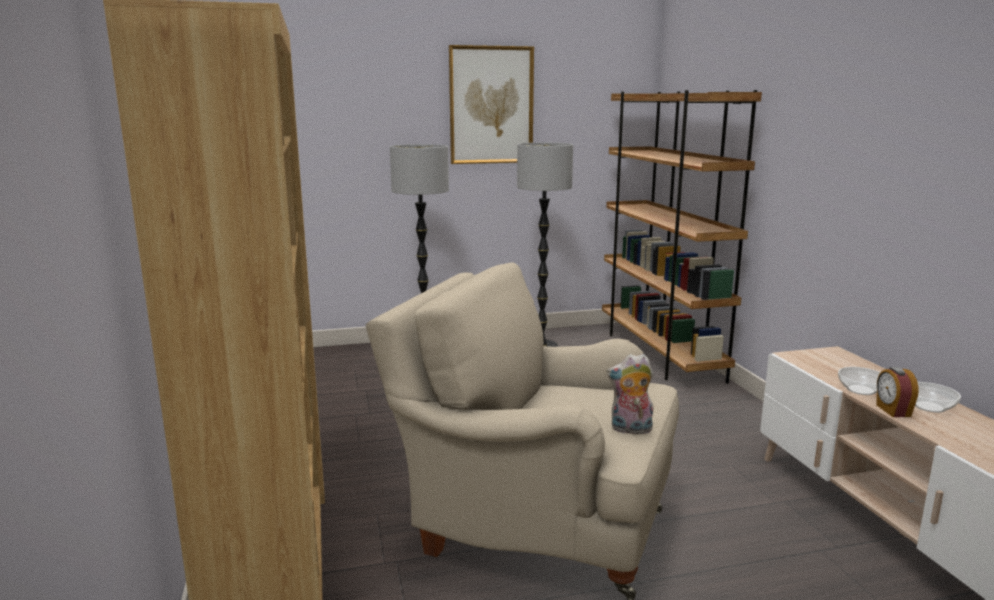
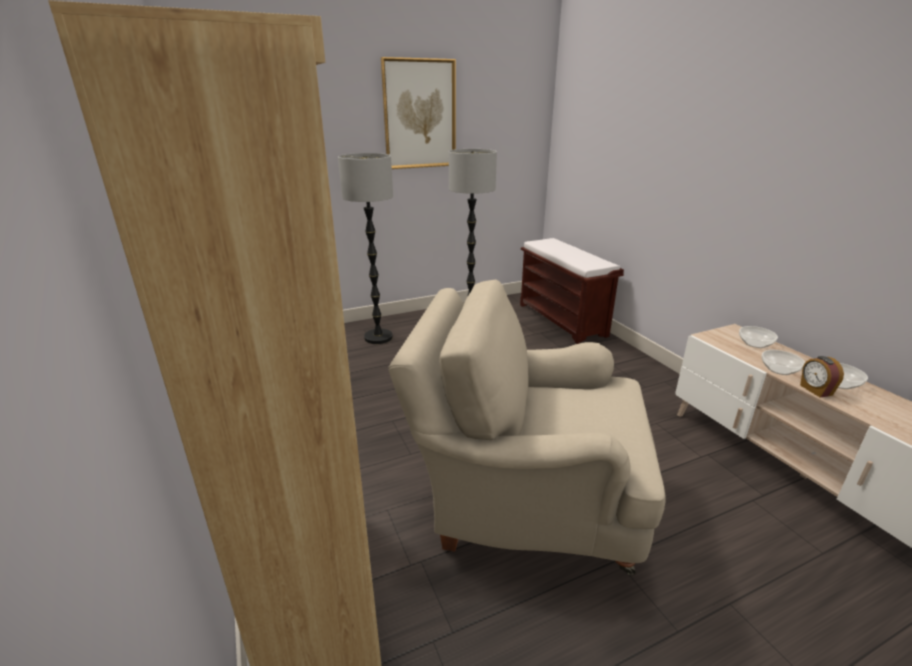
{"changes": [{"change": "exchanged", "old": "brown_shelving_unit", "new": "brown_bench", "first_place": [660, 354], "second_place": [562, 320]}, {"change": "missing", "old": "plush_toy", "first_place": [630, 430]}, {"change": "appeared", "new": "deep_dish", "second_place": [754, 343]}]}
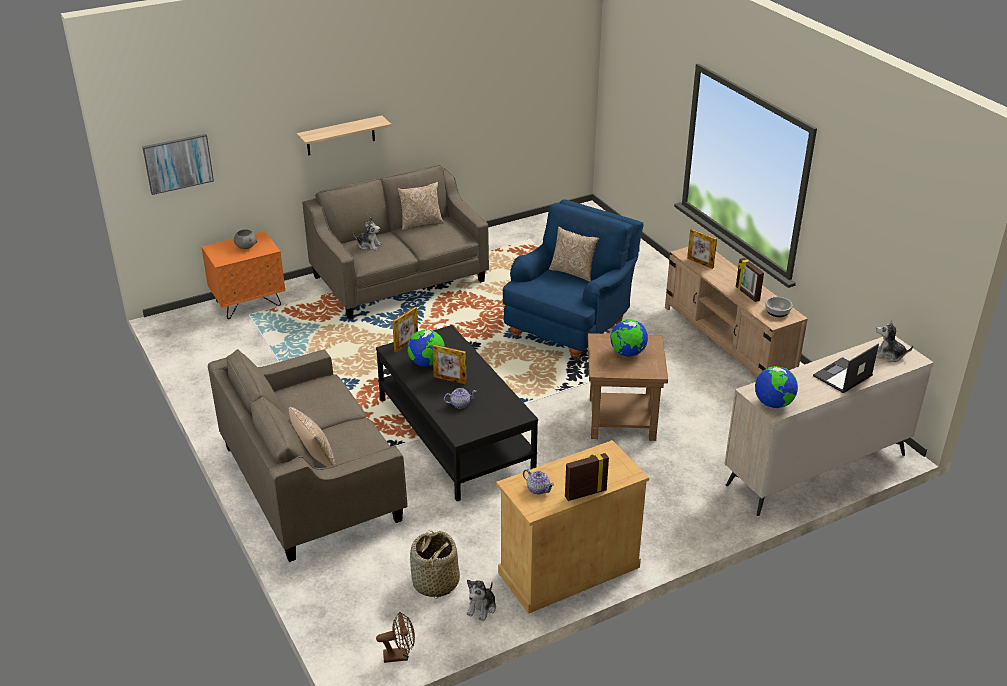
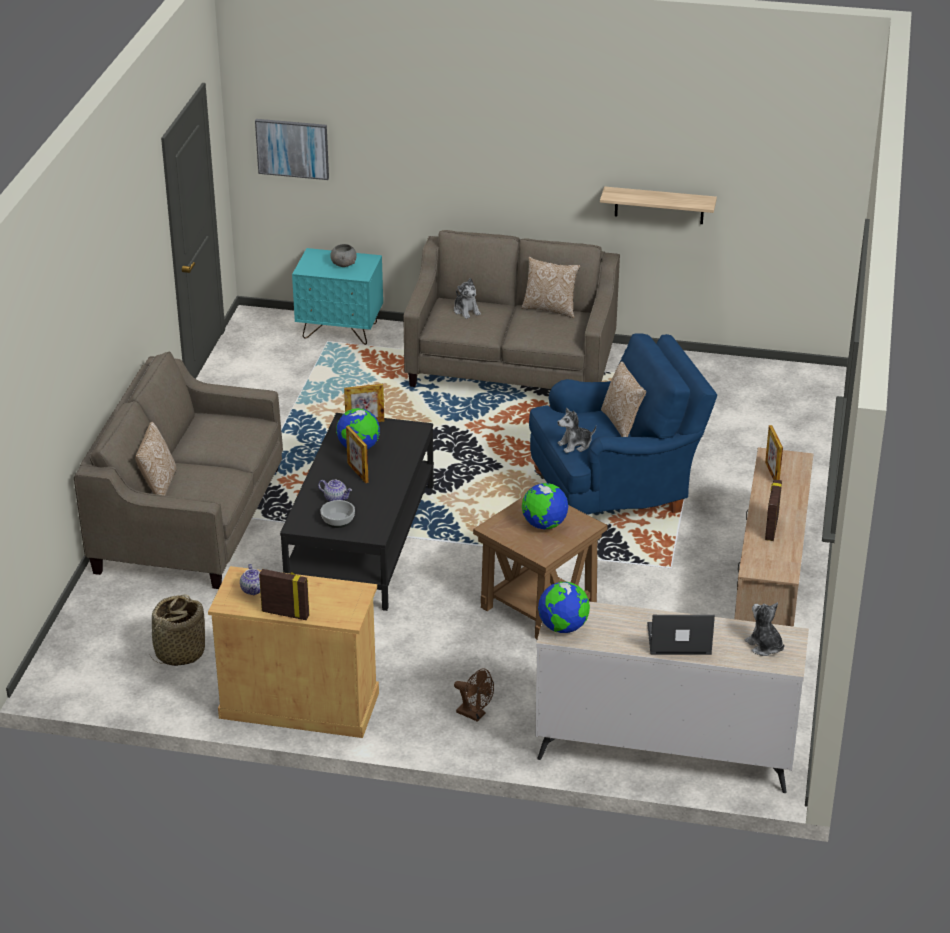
{"changes": [{"change": "relocated", "old": "wall_shelf", "first_place": [340, 136], "second_place": [659, 205]}, {"change": "colour", "old": "orangey_night_table", "new": "turquoise_night_table", "first_place": [248, 303], "second_place": [340, 331]}, {"change": "relocated", "old": "deep_dish", "first_place": [777, 312], "second_place": [337, 520]}, {"change": "relocated", "old": "plush_toy", "first_place": [482, 608], "second_place": [575, 445]}, {"change": "relocated", "old": "brown_fan", "first_place": [400, 655], "second_place": [475, 714]}]}
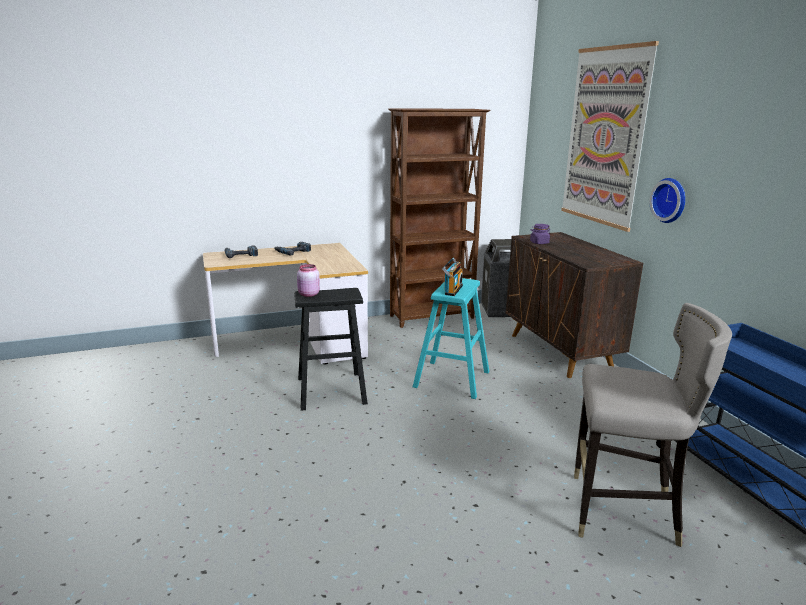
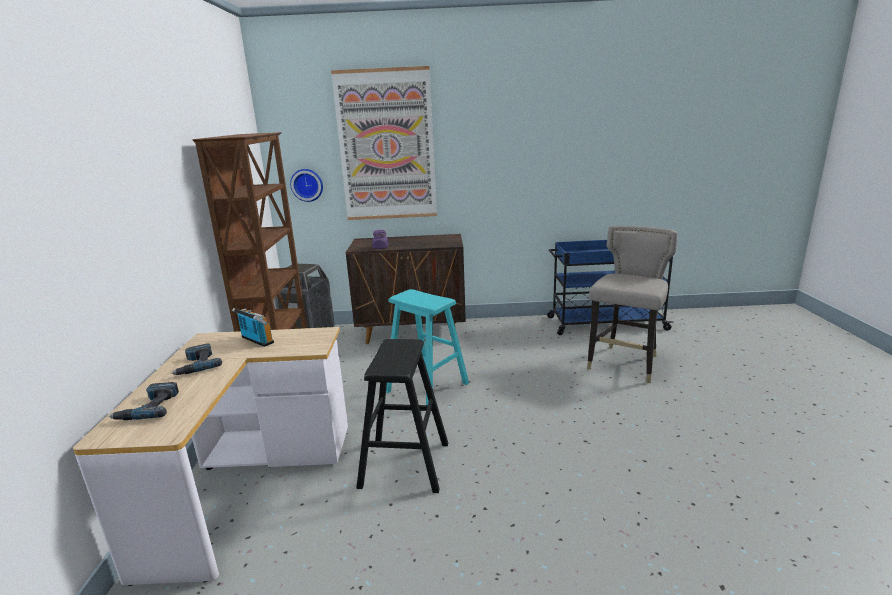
{"changes": [{"change": "relocated", "old": "clock_on_the_wall", "first_place": [670, 200], "second_place": [307, 185]}, {"change": "relocated", "old": "radio_receiver", "first_place": [452, 290], "second_place": [255, 341]}, {"change": "missing", "old": "pinkish_preserve_jar", "first_place": [308, 294]}]}
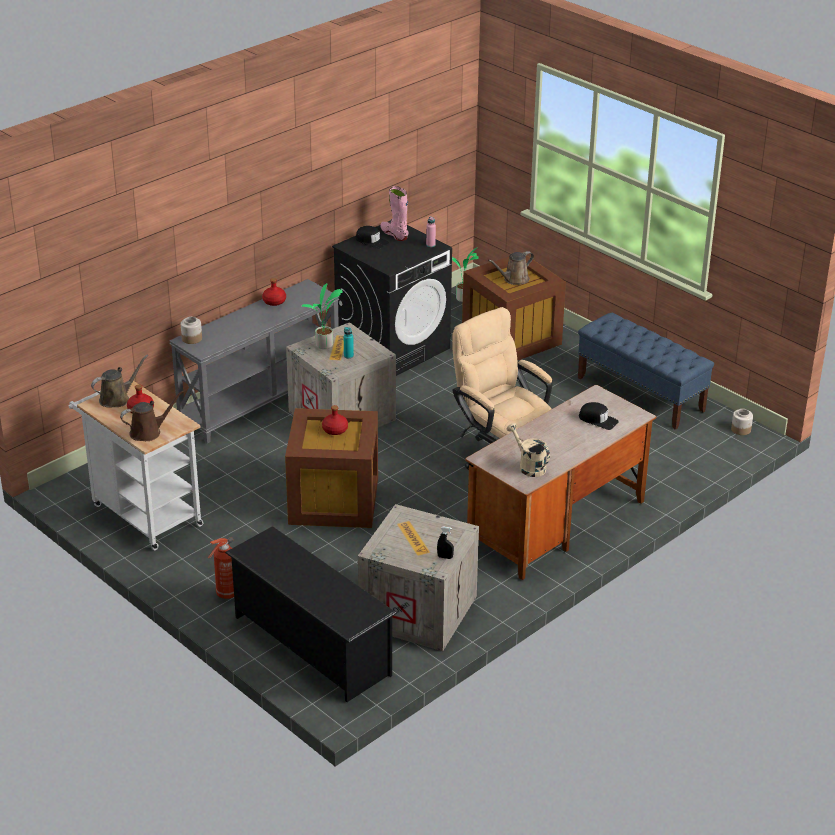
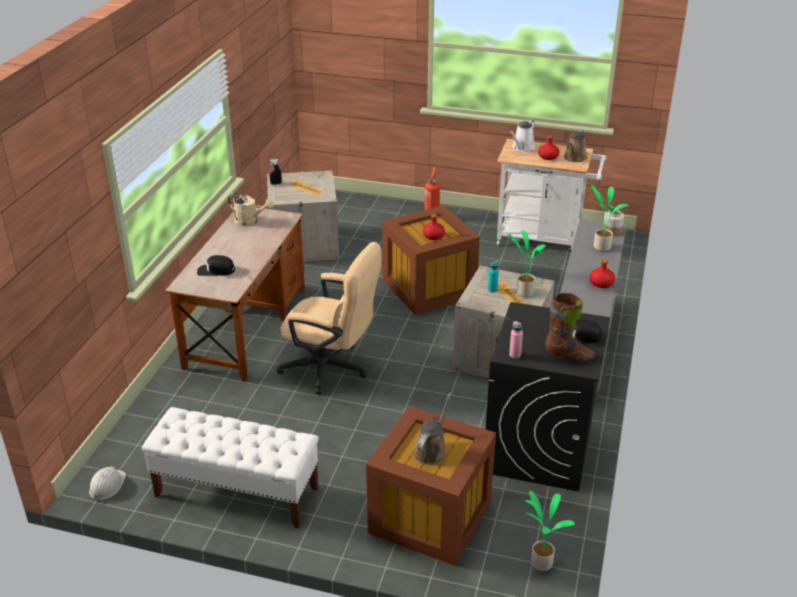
{"changes": [{"change": "colour", "old": "pinkish_boot", "new": "brown_boot", "first_place": [394, 234], "second_place": [569, 355]}, {"change": "colour", "old": "bluish_bench", "new": "white-coloured_bench", "first_place": [641, 394], "second_place": [236, 492]}, {"change": "colour", "old": "brown_watering_can", "new": "white-coloured_watering_can", "first_place": [148, 432], "second_place": [522, 147]}, {"change": "exchanged", "old": "preserve_jar", "new": "white-coloured_hard_hat", "first_place": [741, 430], "second_place": [107, 486]}, {"change": "missing", "old": "black_shoe_shelf", "first_place": [311, 645]}, {"change": "appeared", "new": "potted_plant", "second_place": [601, 246]}]}
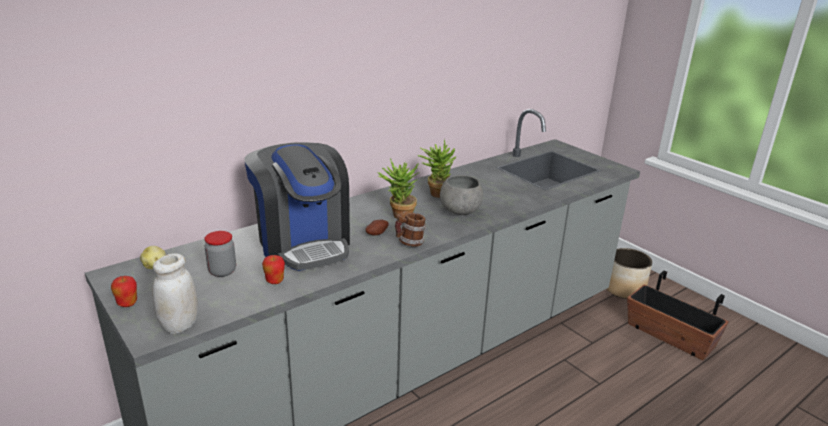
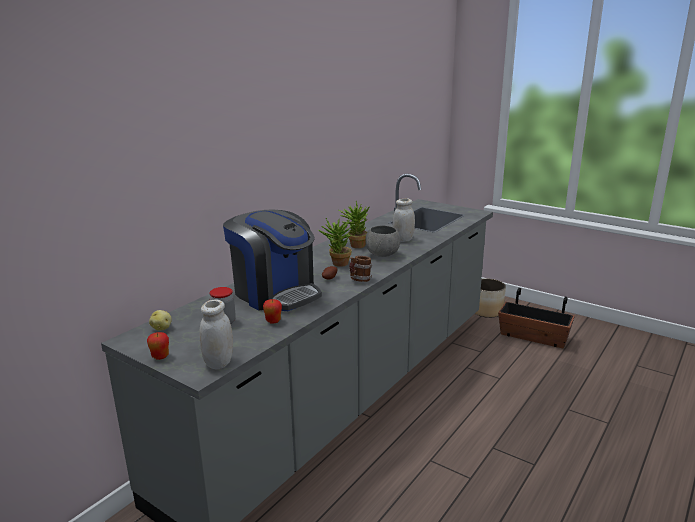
{"changes": [{"change": "appeared", "new": "white-coloured_preserve_jar", "second_place": [403, 240]}]}
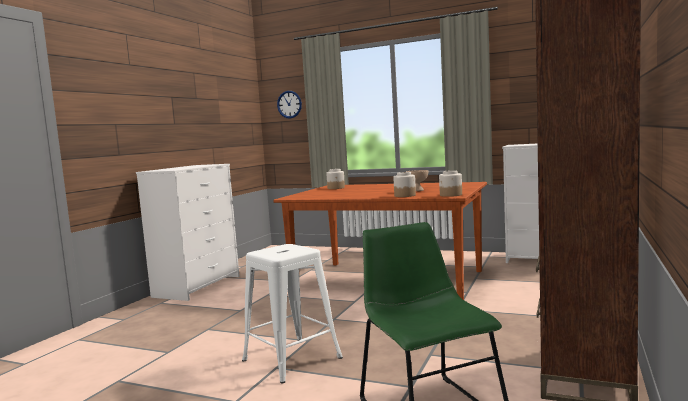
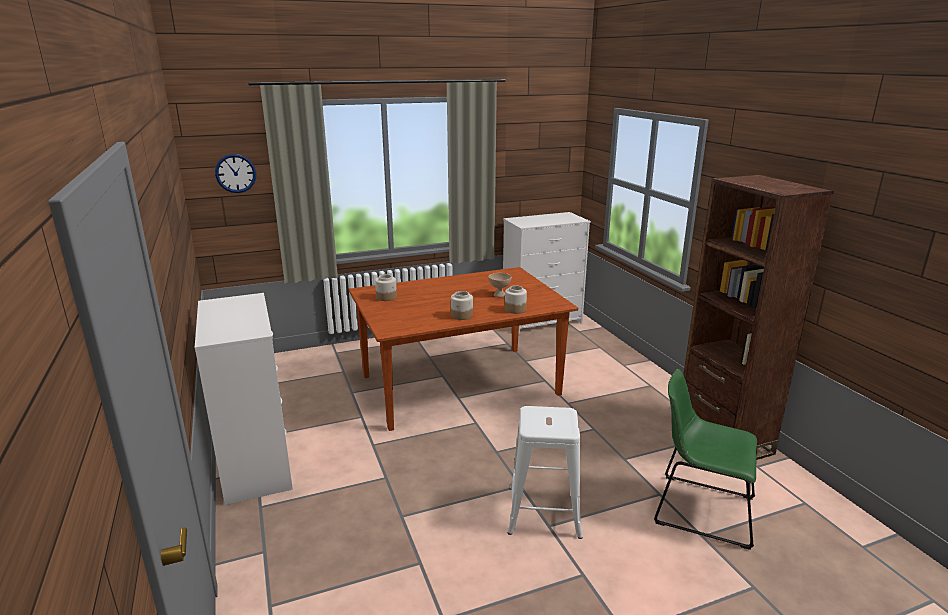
{"changes": [{"change": "relocated", "old": "preserve_jar", "first_place": [450, 195], "second_place": [462, 316]}]}
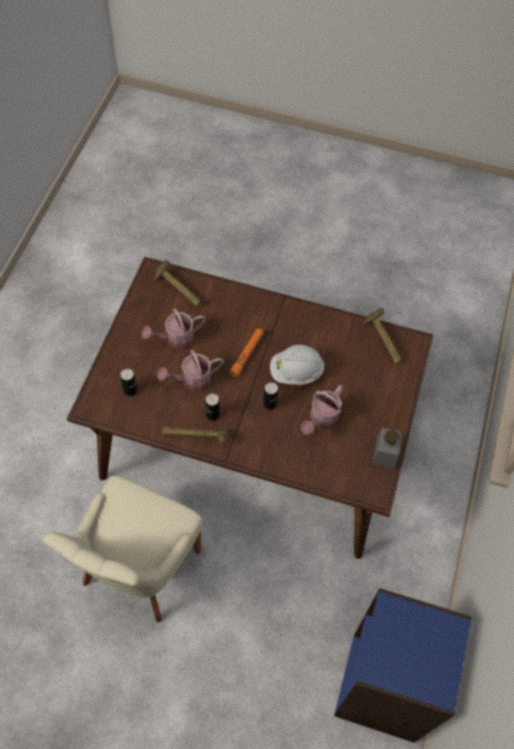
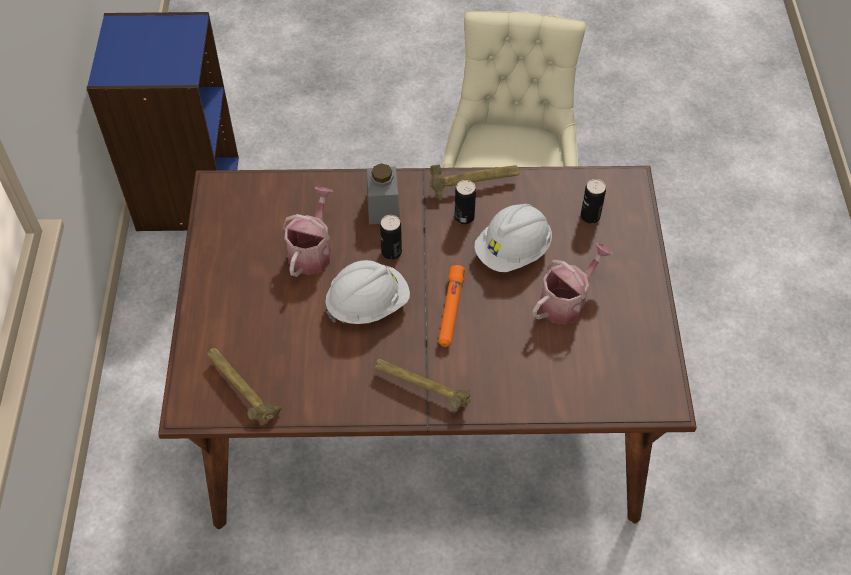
{"changes": [{"change": "relocated", "old": "hand_hammer", "first_place": [178, 291], "second_place": [422, 389]}, {"change": "exchanged", "old": "watering_can", "new": "white-coloured_hard_hat", "first_place": [192, 380], "second_place": [513, 251]}, {"change": "relocated", "old": "greyish_preserve_jar", "first_place": [385, 454], "second_place": [383, 208]}]}
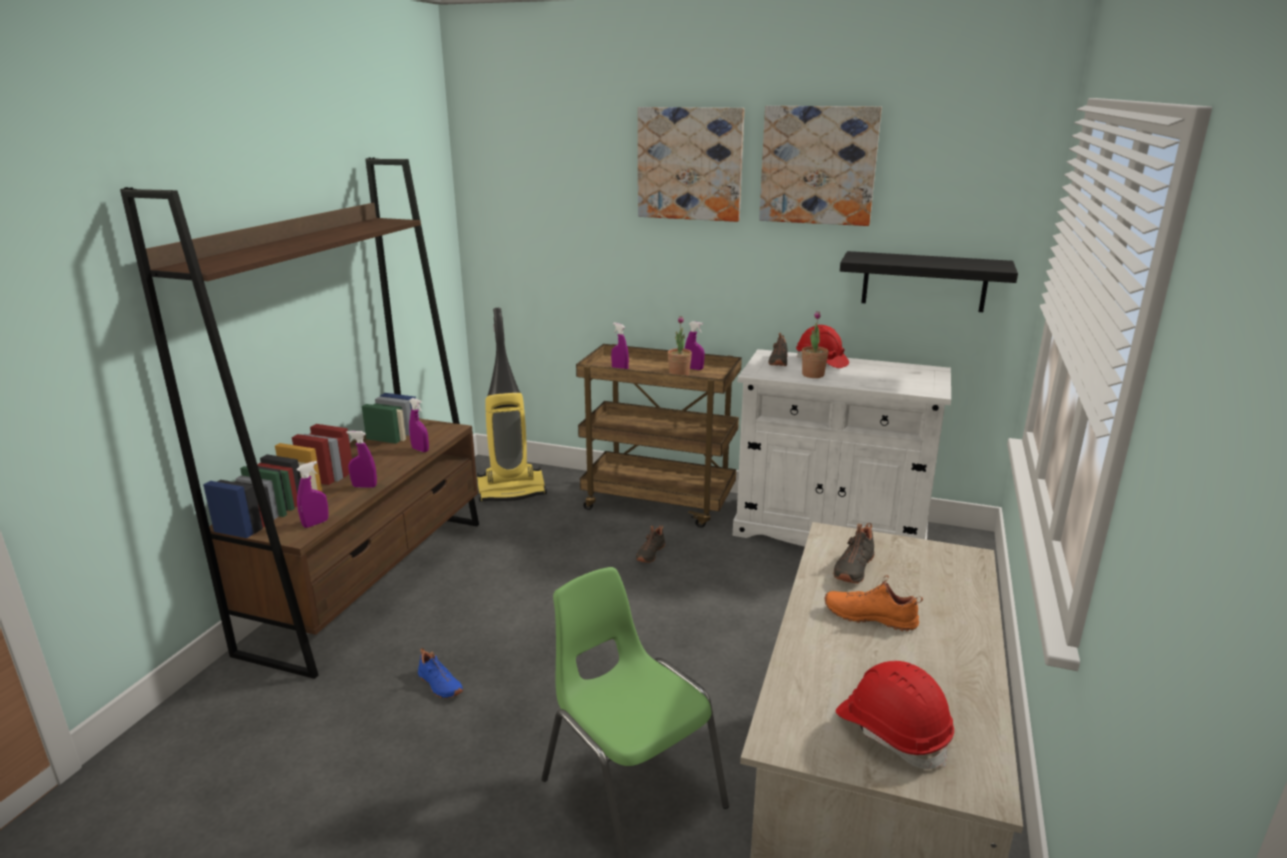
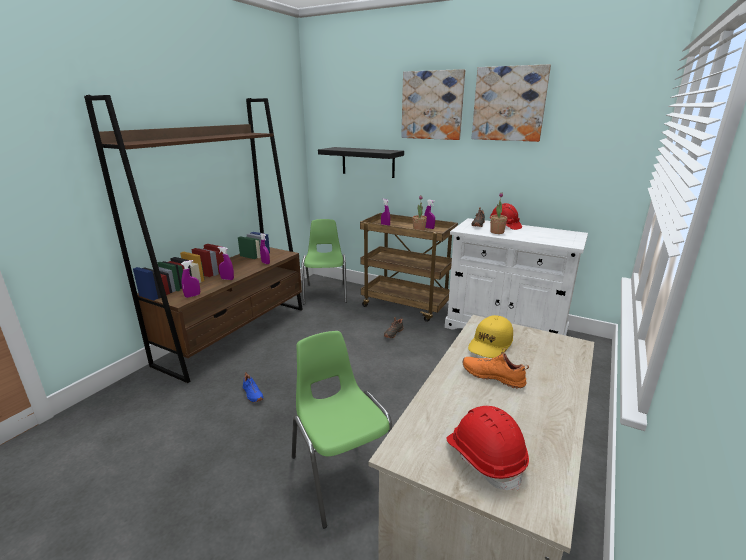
{"changes": [{"change": "relocated", "old": "black_wall_shelf", "first_place": [924, 281], "second_place": [368, 162]}, {"change": "exchanged", "old": "hoover", "new": "greenish_plain_chair", "first_place": [512, 490], "second_place": [326, 293]}, {"change": "exchanged", "old": "black_shoe", "new": "yellow_peaked_cap", "first_place": [852, 568], "second_place": [490, 344]}]}
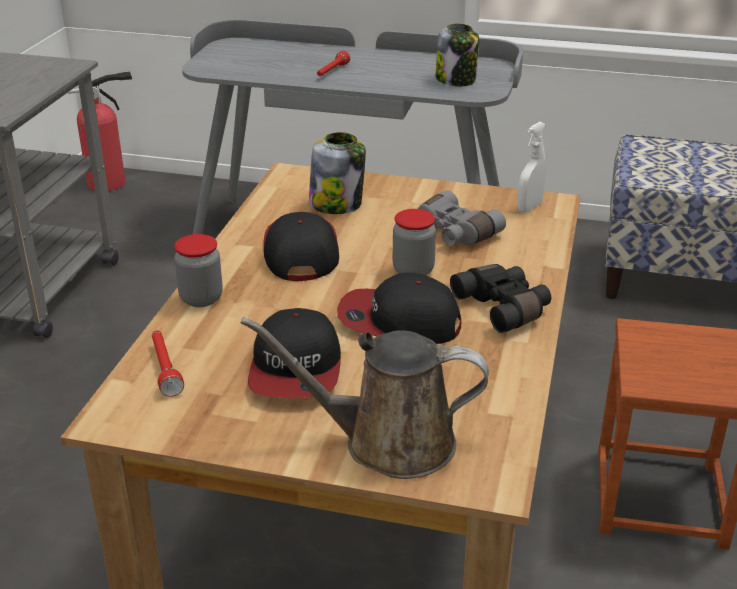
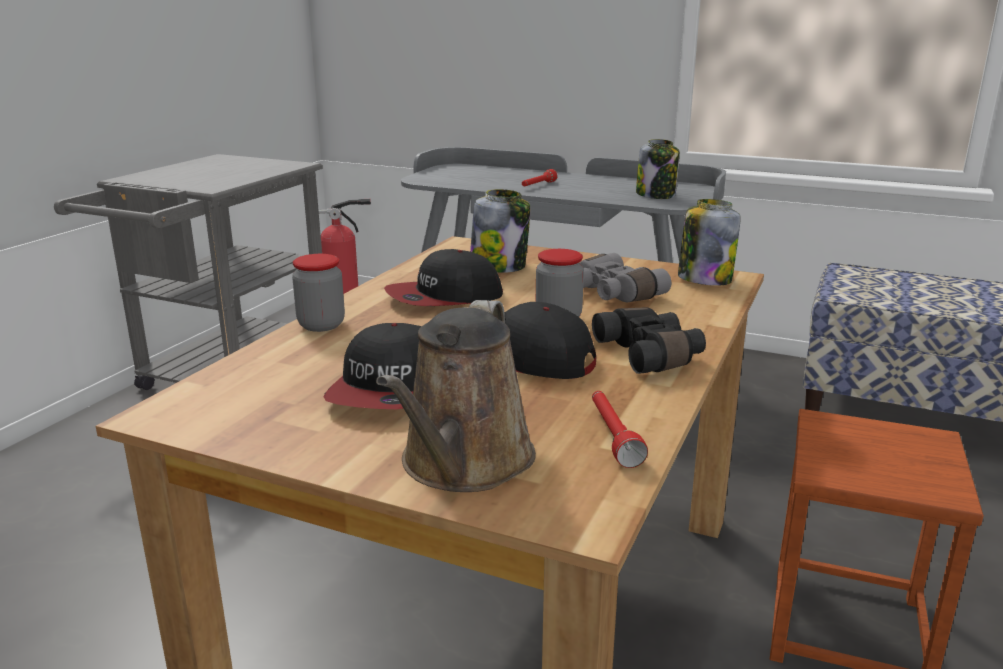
{"changes": [{"change": "exchanged", "old": "white-coloured_hand_sprayer", "new": "preserve_jar", "first_place": [529, 207], "second_place": [704, 279]}, {"change": "spun", "old": "peaked_cap", "first_place": [300, 252], "second_place": [444, 297], "degrees": -120}, {"change": "spun", "old": "brown_watering_can", "first_place": [388, 442], "second_place": [463, 464], "degrees": -90}, {"change": "relocated", "old": "reddish_hand_torch", "first_place": [165, 369], "second_place": [612, 436]}]}
